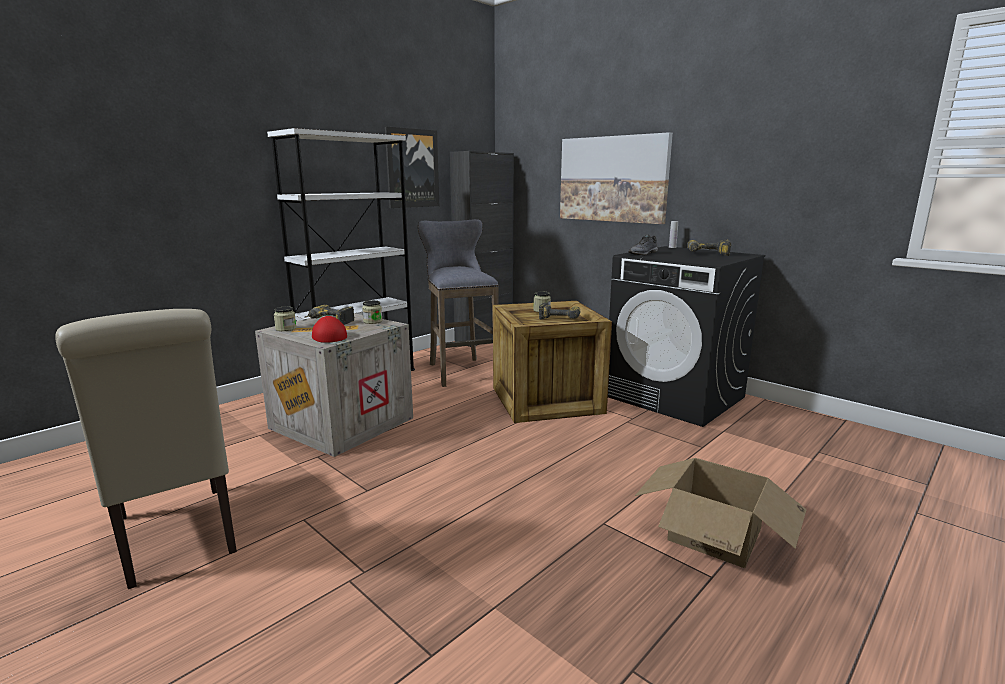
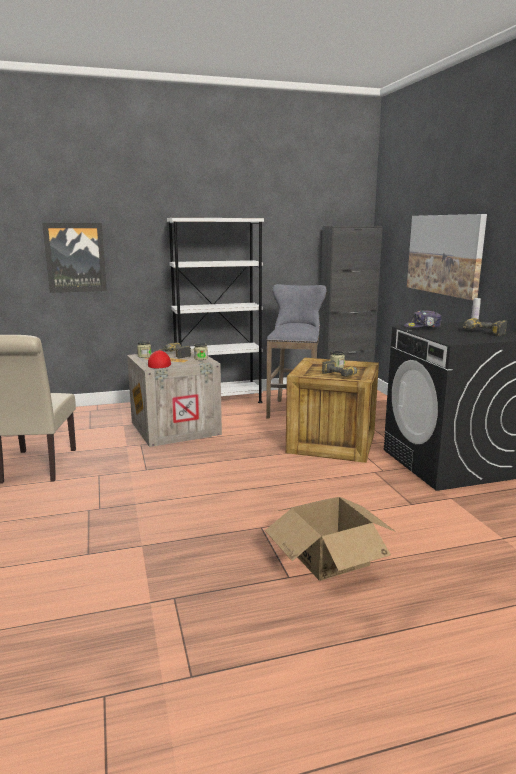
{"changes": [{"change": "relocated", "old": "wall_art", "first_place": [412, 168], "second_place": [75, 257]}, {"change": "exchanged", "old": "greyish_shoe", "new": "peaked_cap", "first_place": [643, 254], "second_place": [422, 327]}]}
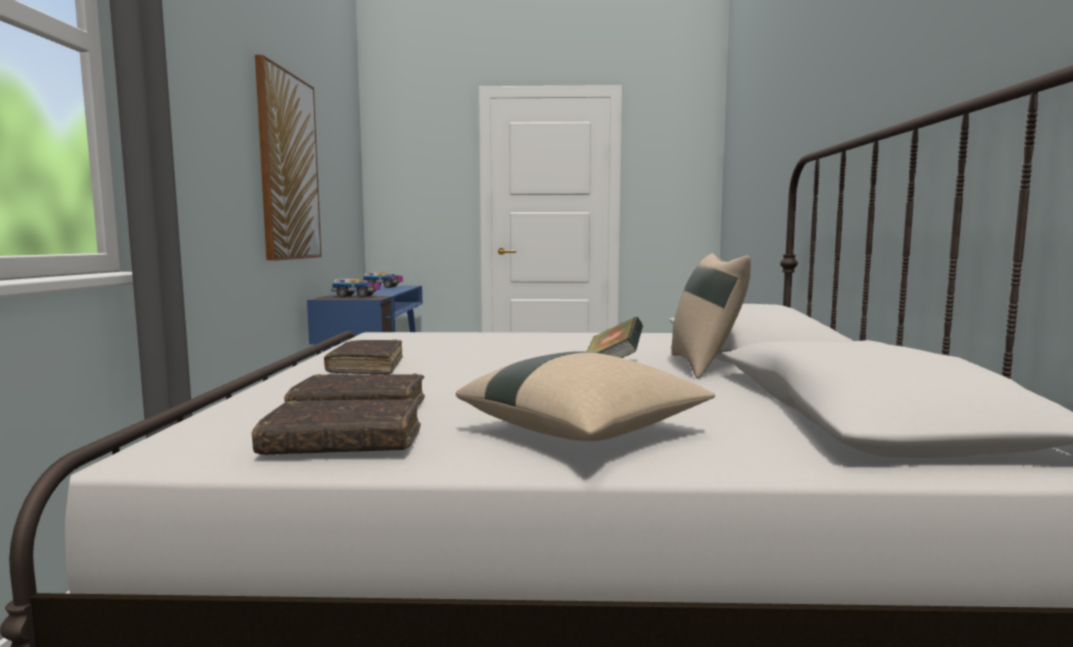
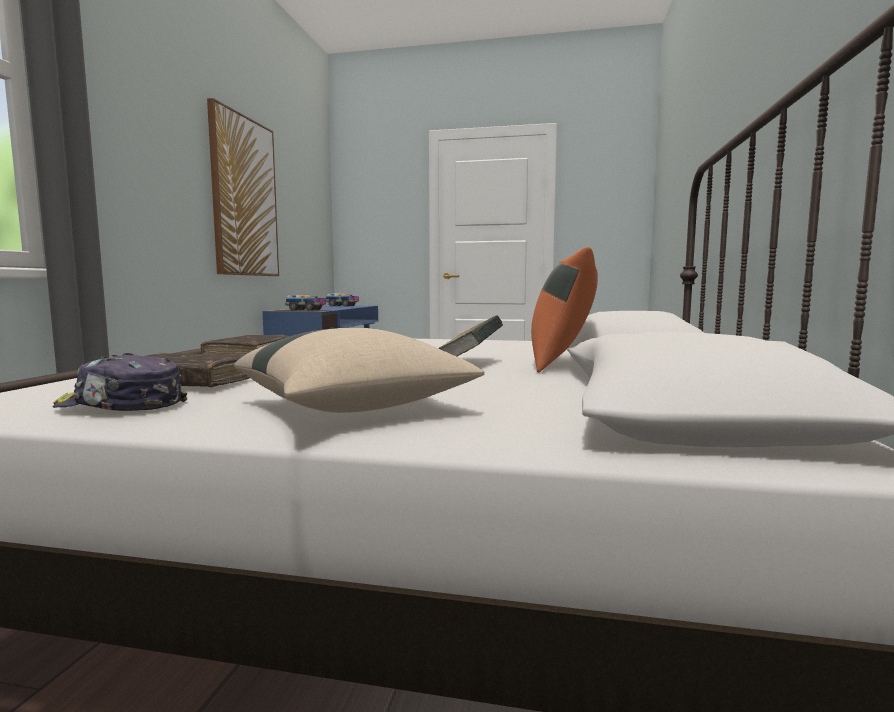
{"changes": [{"change": "colour", "old": "beige-coloured_pillow", "new": "orangey_pillow", "first_place": [705, 366], "second_place": [561, 364]}, {"change": "exchanged", "old": "brown_bound_book", "new": "peaked_cap", "first_place": [343, 443], "second_place": [121, 407]}]}
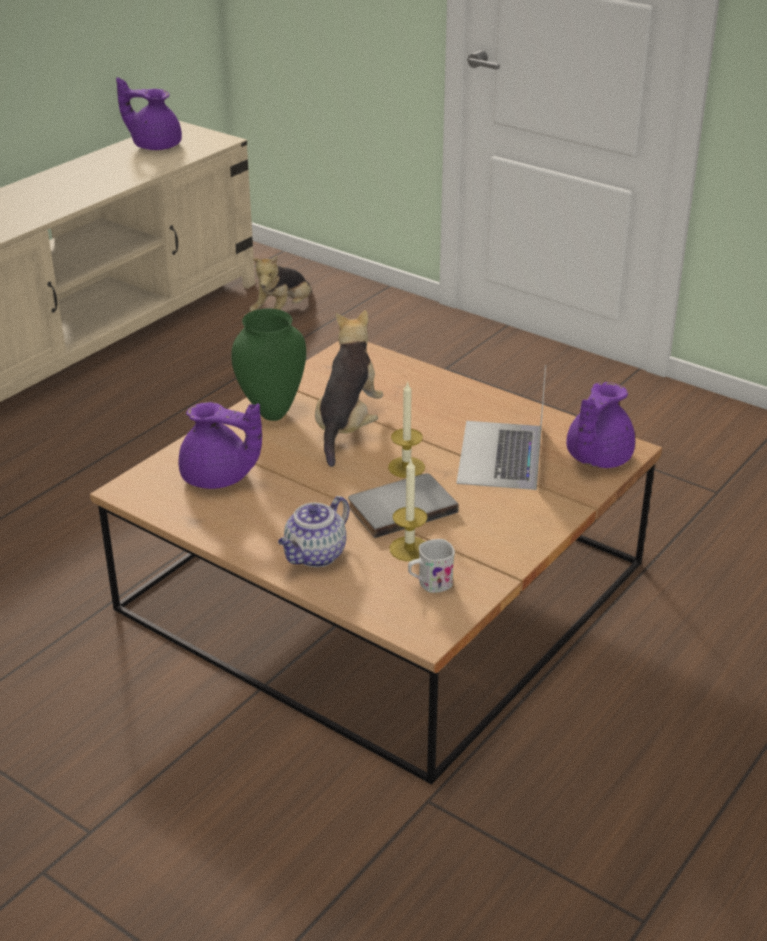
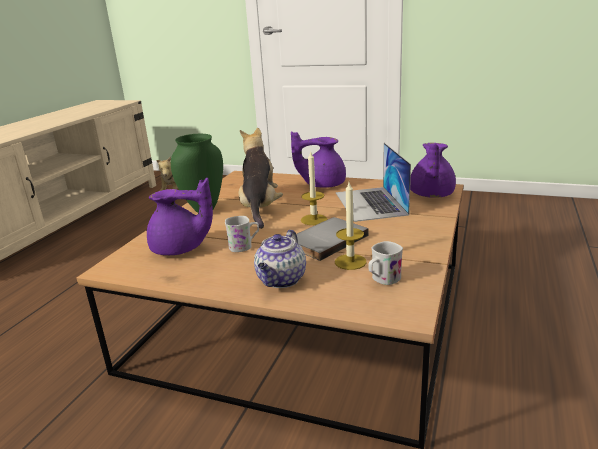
{"changes": [{"change": "relocated", "old": "purple_tea_pot", "first_place": [155, 145], "second_place": [322, 184]}, {"change": "appeared", "new": "white-coloured_tea_mug", "second_place": [244, 246]}]}
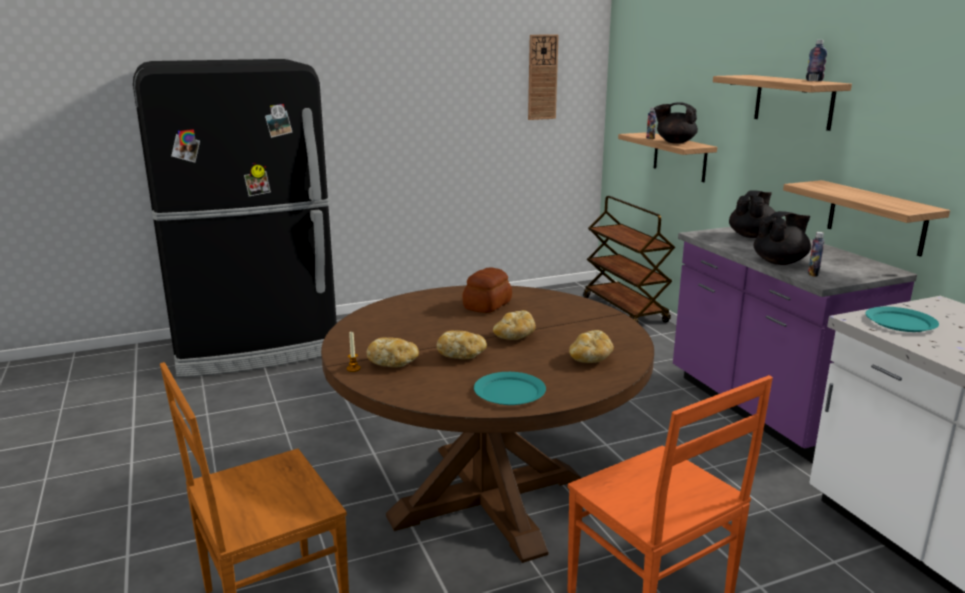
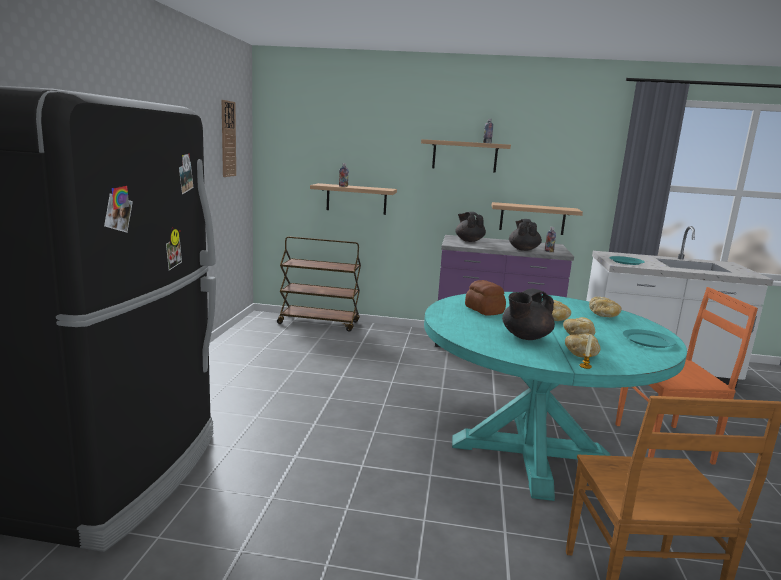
{"changes": [{"change": "relocated", "old": "black_tea_pot", "first_place": [674, 142], "second_place": [525, 337]}, {"change": "colour", "old": "brown_dining_table", "new": "turquoise_dining_table", "first_place": [487, 497], "second_place": [530, 451]}]}
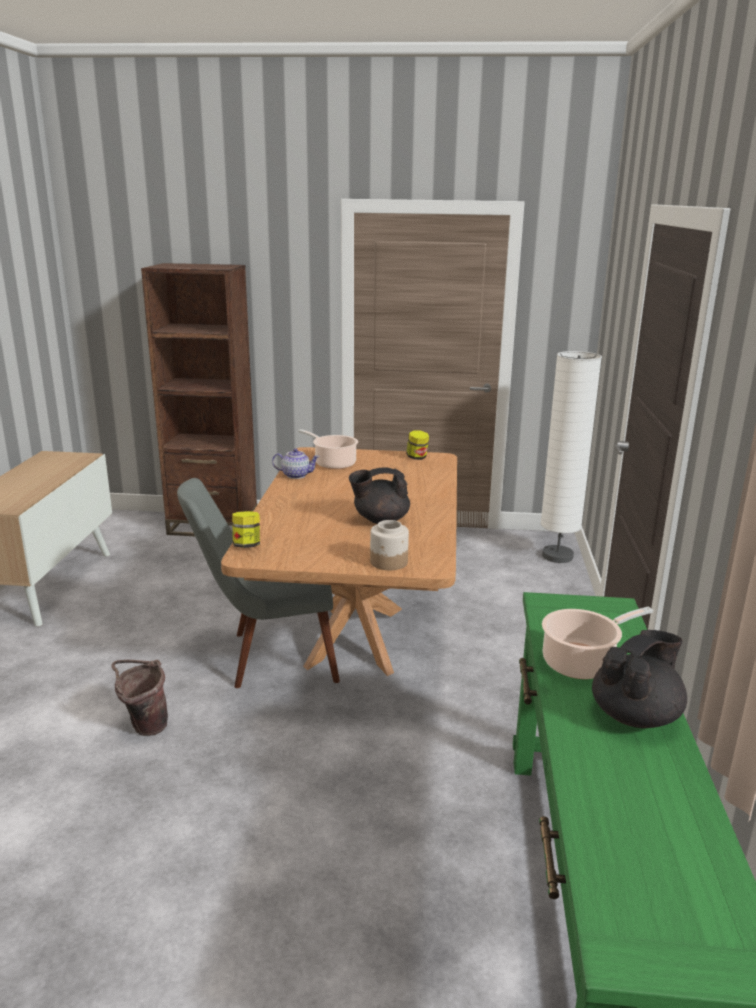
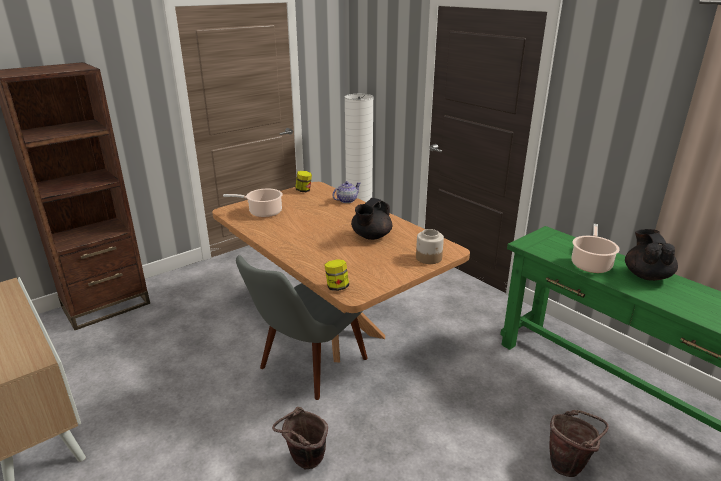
{"changes": [{"change": "relocated", "old": "tea_pot", "first_place": [296, 475], "second_place": [346, 200]}, {"change": "appeared", "new": "brown_water_bucket", "second_place": [569, 465]}]}
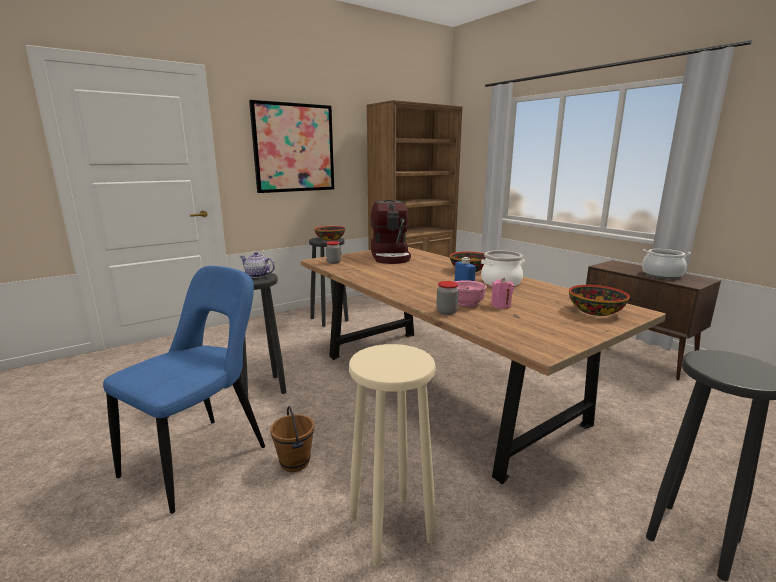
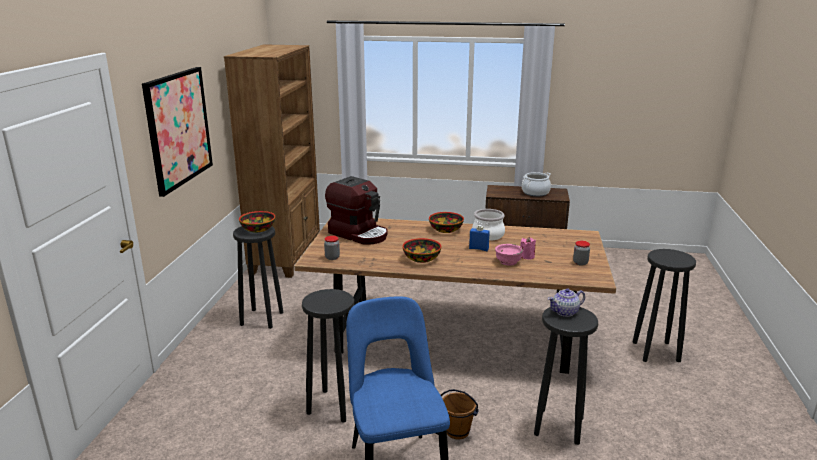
{"changes": [{"change": "relocated", "old": "tea_pot", "first_place": [258, 275], "second_place": [565, 312]}, {"change": "relocated", "old": "preserve_jar", "first_place": [446, 312], "second_place": [580, 263]}, {"change": "relocated", "old": "deep_dish", "first_place": [594, 311], "second_place": [421, 259]}, {"change": "colour", "old": "beige-coloured_stool_seat", "new": "black_stool_seat", "first_place": [390, 528], "second_place": [558, 426]}]}
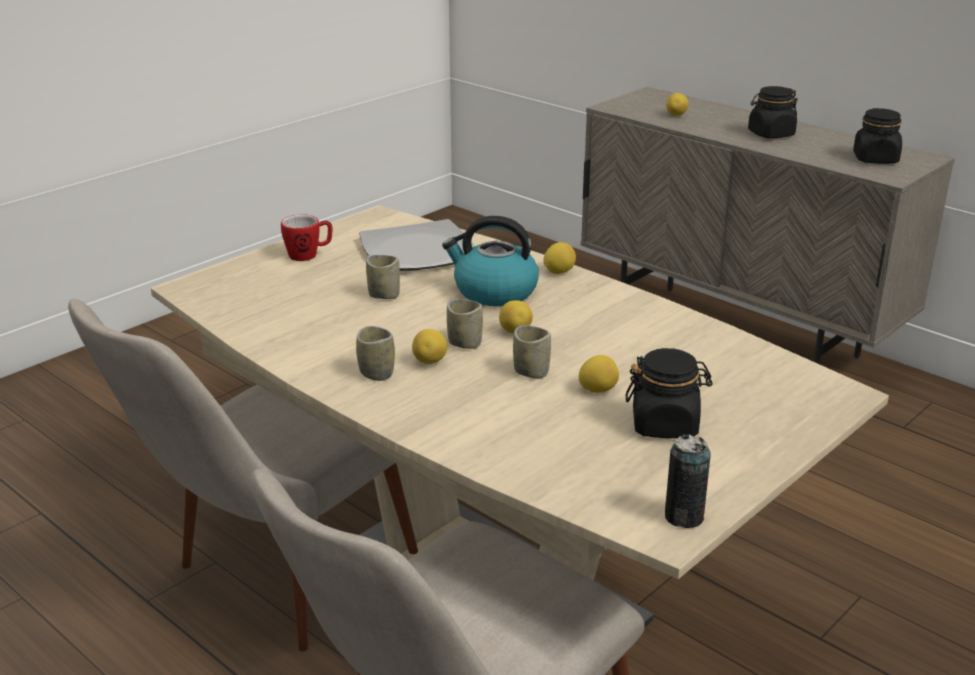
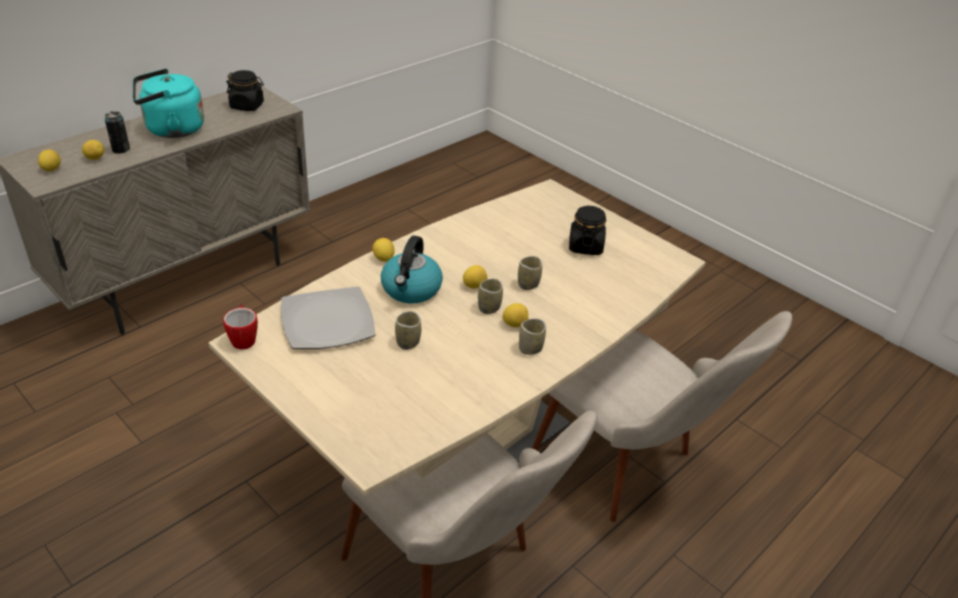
{"changes": [{"change": "exchanged", "old": "black_preserve_jar", "new": "turquoise_water_kettle", "first_place": [770, 134], "second_place": [171, 129]}, {"change": "relocated", "old": "tea_mug", "first_place": [309, 255], "second_place": [243, 338]}, {"change": "relocated", "old": "citrus_fruit", "first_place": [598, 390], "second_place": [51, 169]}, {"change": "relocated", "old": "metal_can", "first_place": [684, 517], "second_place": [121, 149]}]}
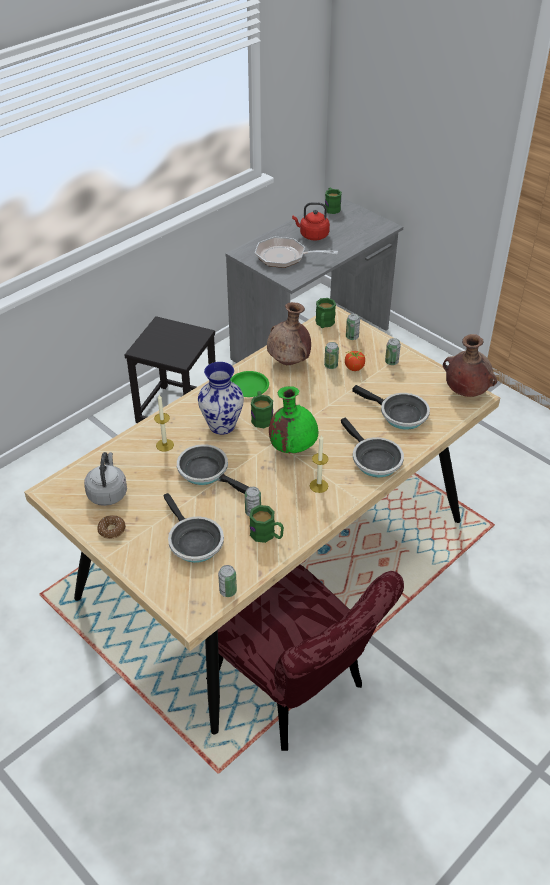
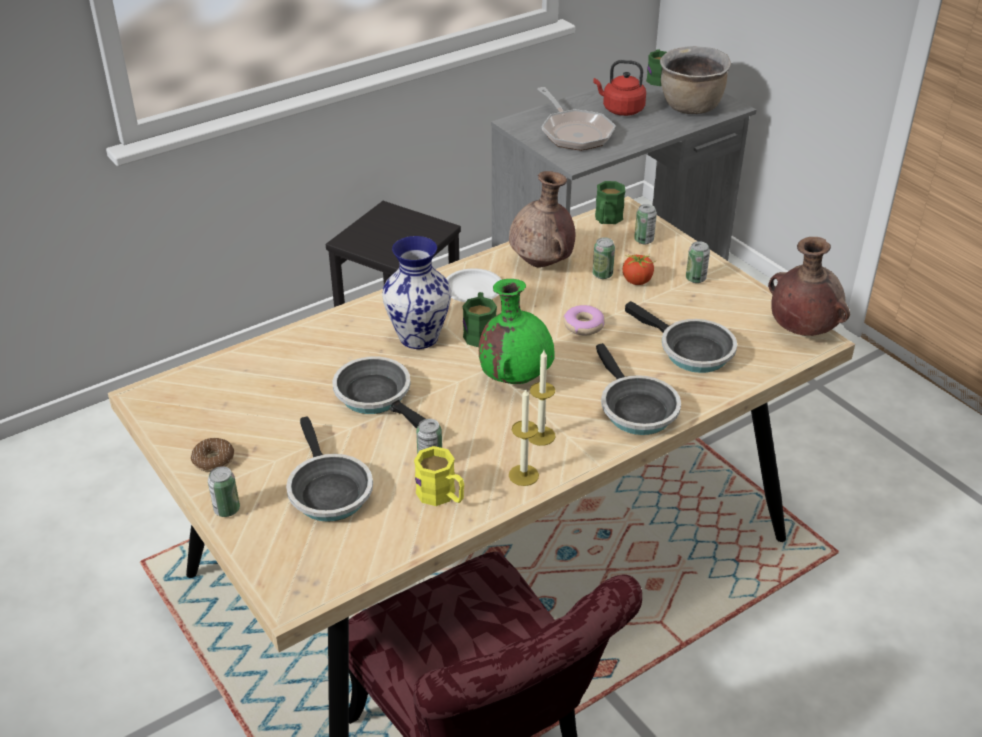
{"changes": [{"change": "spun", "old": "skillet", "first_place": [285, 257], "second_place": [574, 133], "degrees": -135}, {"change": "colour", "old": "greenish_plate", "new": "white-coloured_plate", "first_place": [249, 386], "second_place": [473, 290]}, {"change": "relocated", "old": "wax_light", "first_place": [165, 445], "second_place": [523, 475]}, {"change": "missing", "old": "greyish_water_kettle", "first_place": [107, 492]}, {"change": "colour", "old": "greenish_tea_mug", "new": "yellow_tea_mug", "first_place": [267, 535], "second_place": [442, 496]}, {"change": "relocated", "old": "metal_can", "first_place": [228, 591], "second_place": [227, 509]}, {"change": "appeared", "new": "brown_cooking_pot", "second_place": [690, 108]}, {"change": "appeared", "new": "ring_doughnut", "second_place": [583, 325]}]}
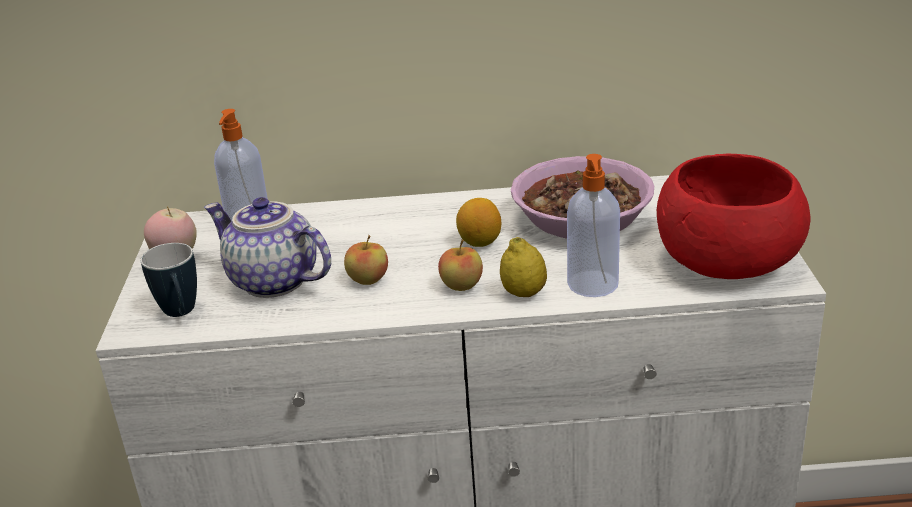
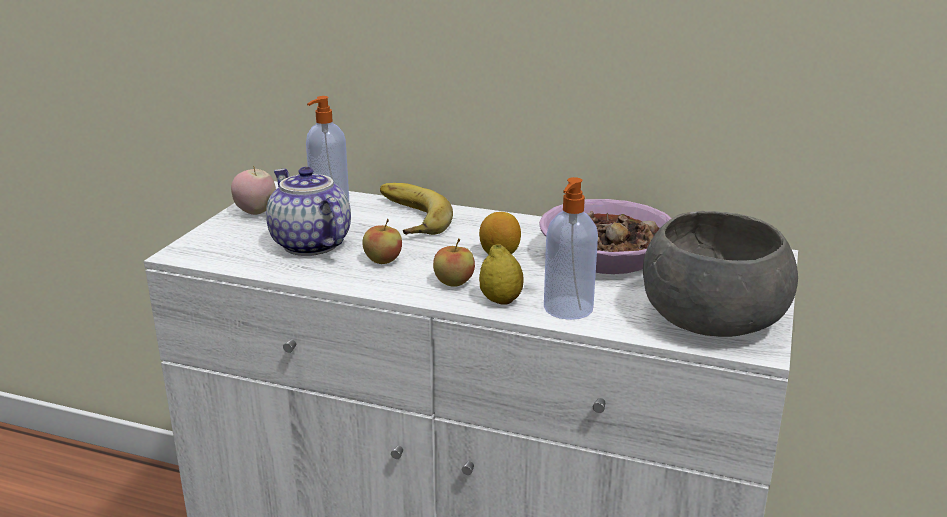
{"changes": [{"change": "colour", "old": "reddish_deep_dish", "new": "greyish_deep_dish", "first_place": [726, 261], "second_place": [710, 320]}, {"change": "missing", "old": "tea_mug", "first_place": [181, 314]}, {"change": "appeared", "new": "banana_fruit", "second_place": [406, 218]}]}
